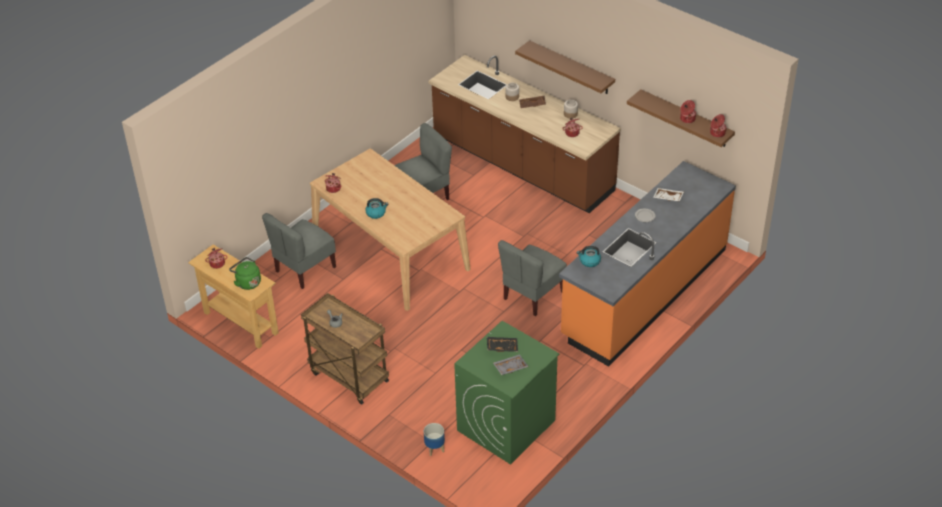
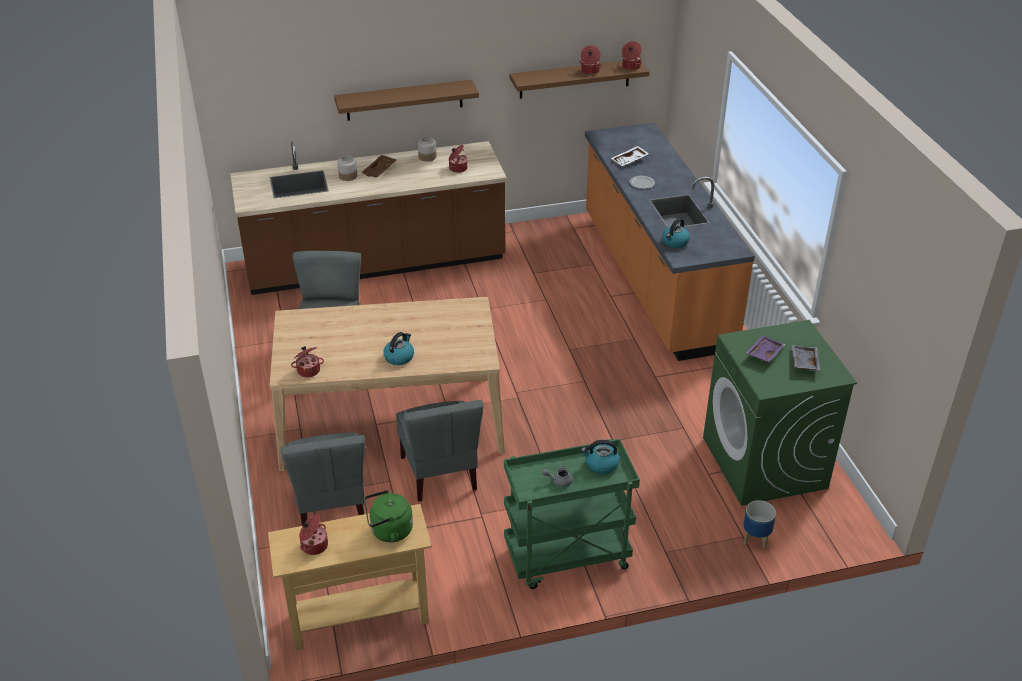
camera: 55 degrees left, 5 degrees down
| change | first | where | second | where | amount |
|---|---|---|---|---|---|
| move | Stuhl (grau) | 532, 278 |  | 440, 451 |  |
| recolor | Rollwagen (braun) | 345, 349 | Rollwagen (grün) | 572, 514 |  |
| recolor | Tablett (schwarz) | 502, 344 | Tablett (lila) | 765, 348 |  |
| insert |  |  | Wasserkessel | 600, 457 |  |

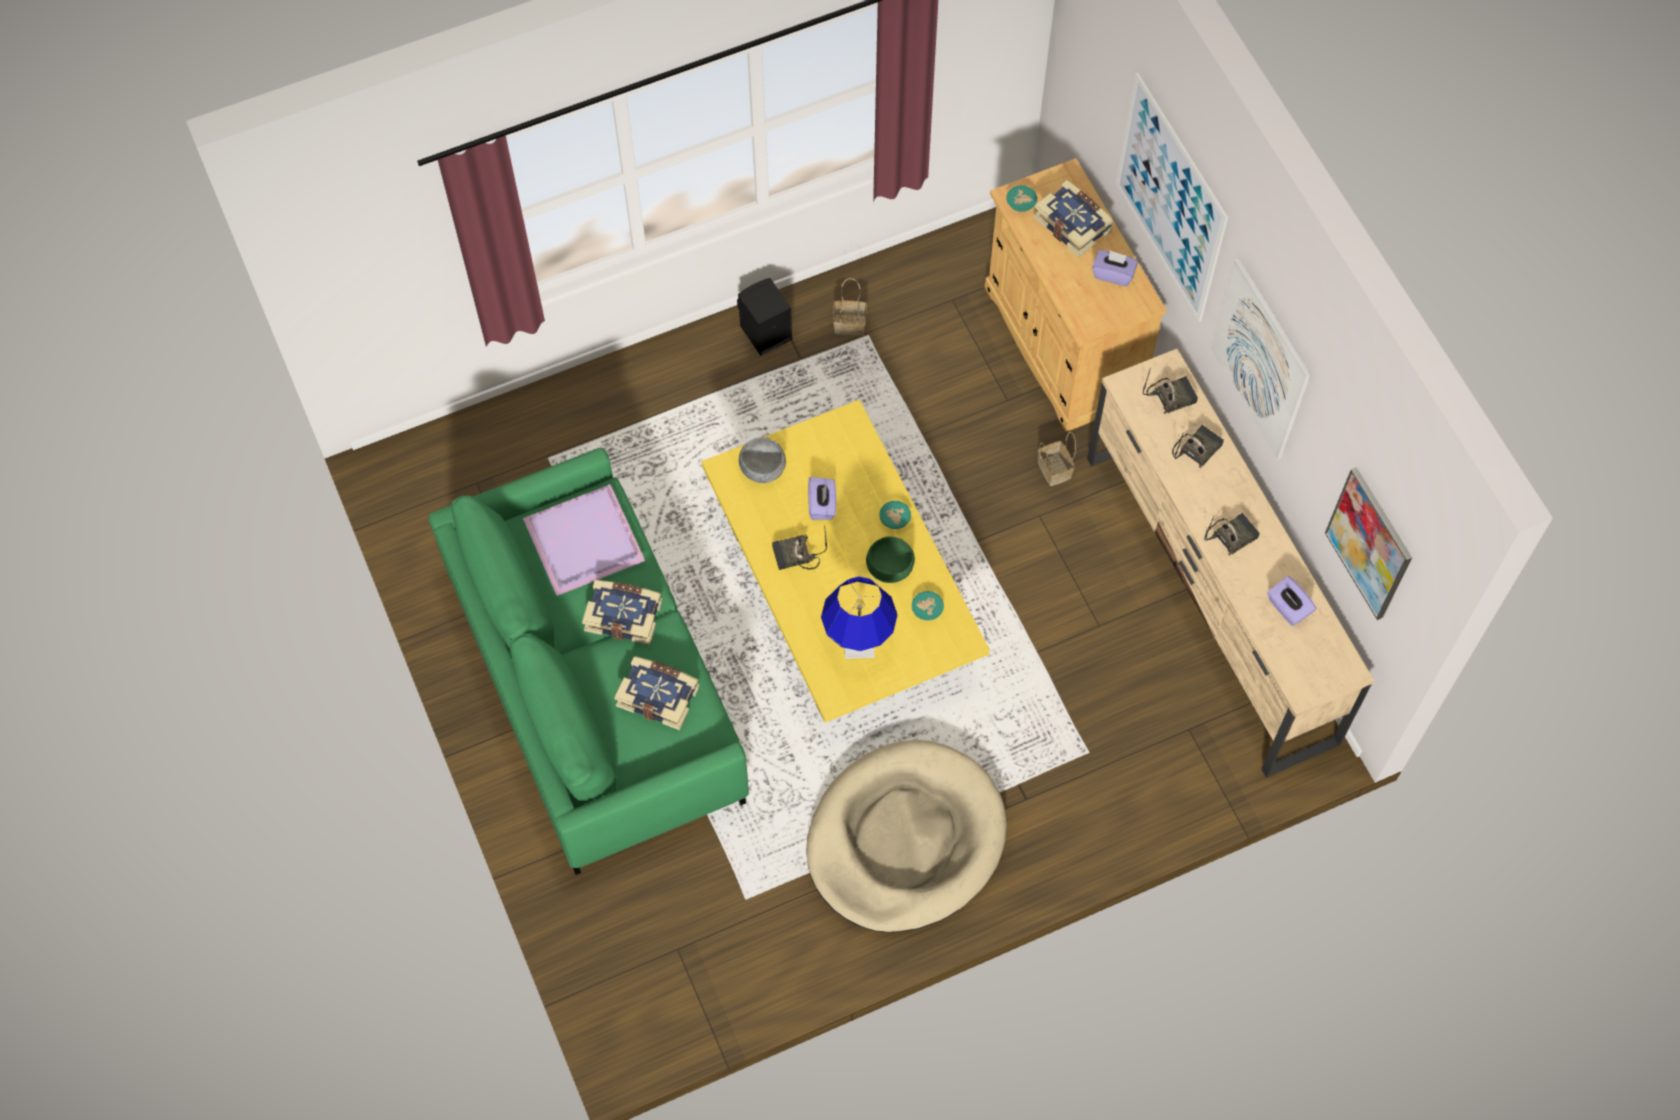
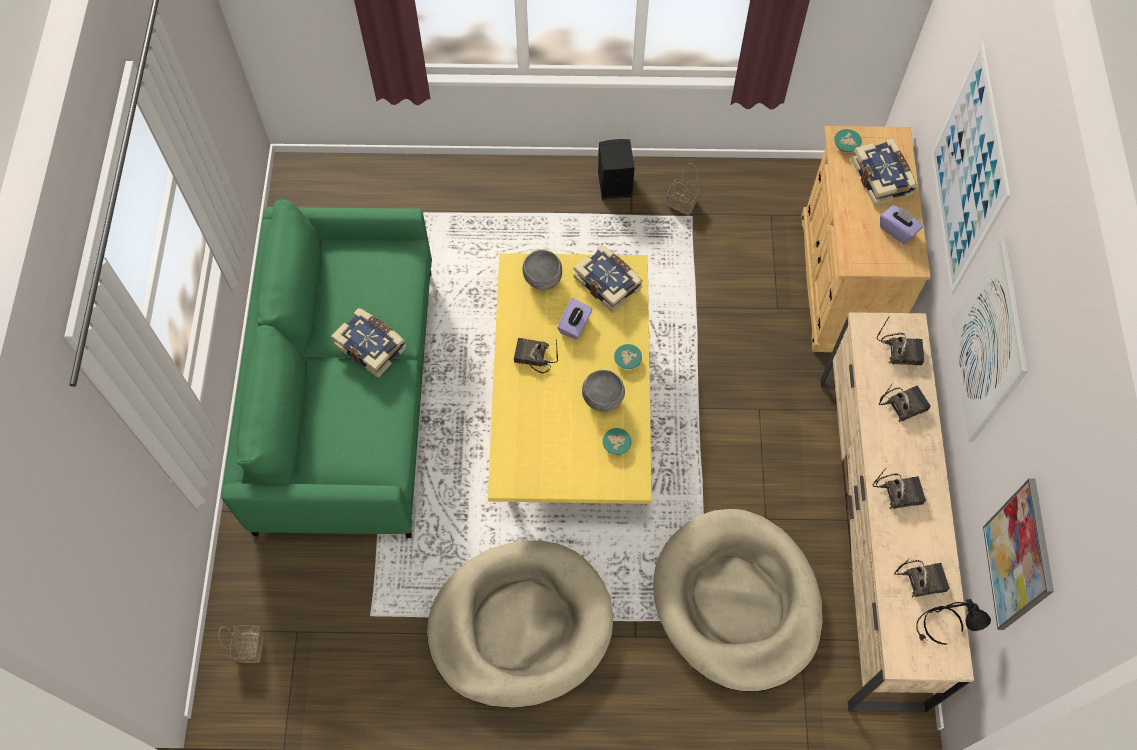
camera: 25 degrees right, 0 degrees up
| change | first | where | second | where | amount |
|---|---|---|---|---|---|
| move | Korb | 1057, 459 |  | 241, 644 |  |
| delete | Tablett (lila) | 584, 540 |  |  |  |
| recolor | Schüssel (grün) | 890, 559 | Schüssel (grau) | 603, 391 |  |
| delete | Tischlampe (blau) | 859, 617 |  |  |  |
| replace | Taschentuchbox (lila) | 1291, 601 | Radio | 922, 578 |  |
| move | Buch | 656, 693 |  | 608, 279 |  |
| insert |  |  | Hundebett (beige) | 738, 600 |  |
| insert |  |  | Tischlampe (schwarz) | 953, 622 |  |

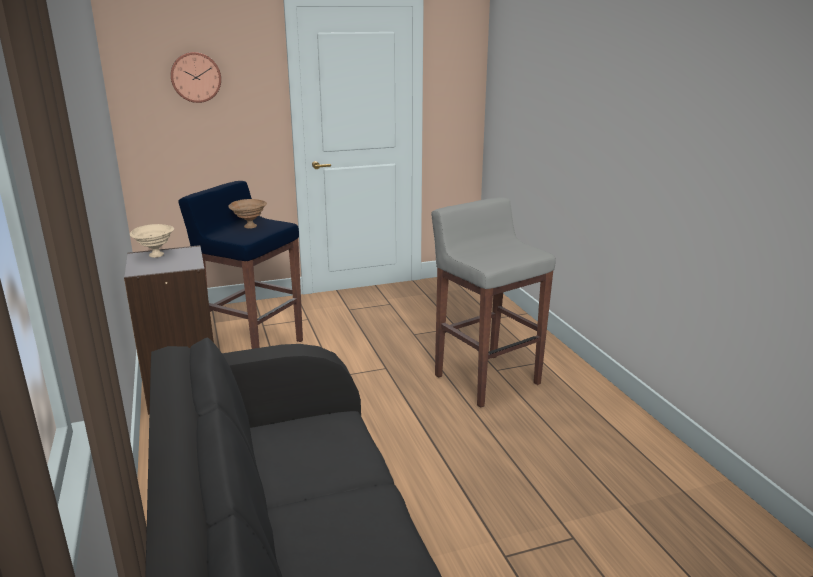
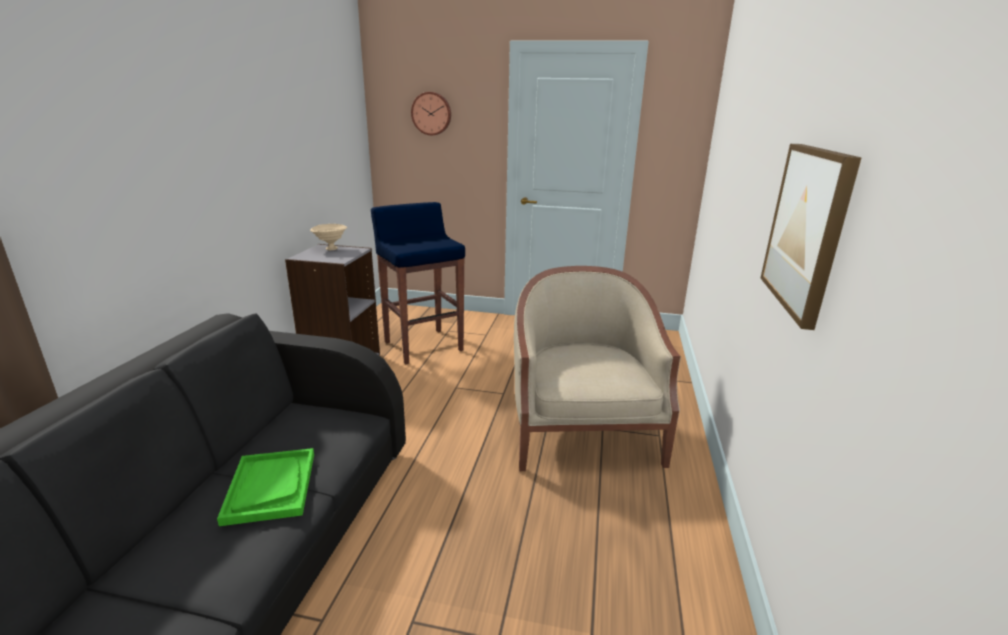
camera: 30 degrees right, 0 degrees up
| change | first | where | second | where | amount |
|---|---|---|---|---|---|
| replace | Hocker (grau) | 493, 302 | Sessel (beige) | 597, 368 |  |
| delete | Schüssel (braun) | 247, 214 |  |  |  |
| insert |  |  | Bild | 811, 237 |  |
| insert |  |  | Tablett (grün) | 265, 487 |  |

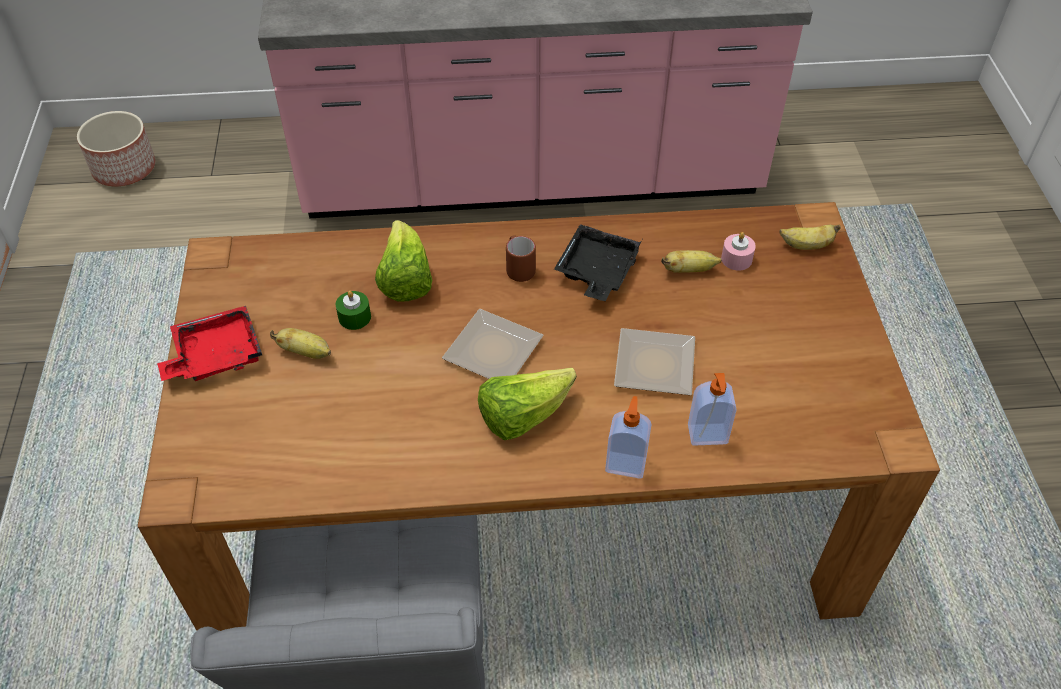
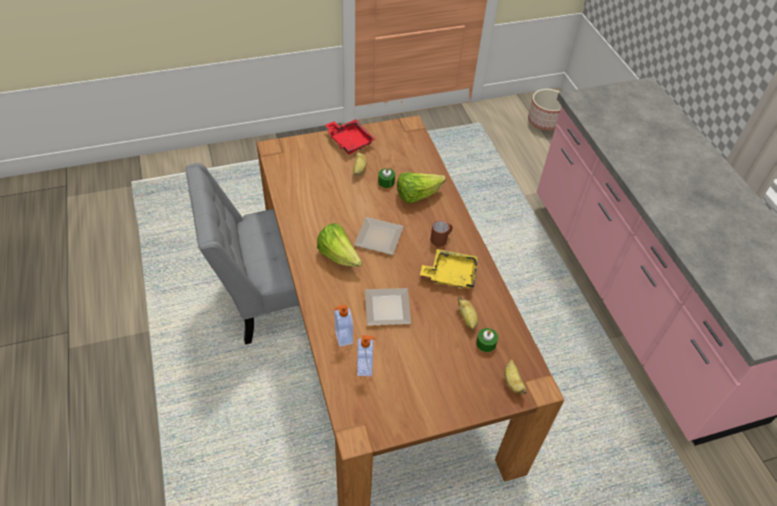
camera: 75 degrees right, 0 degrees up
| change | first | where | second | where | amount |
|---|---|---|---|---|---|
| recolor | Tablett (schwarz) | 598, 262 | Tablett (gelb) | 449, 269 |  |
| recolor | Kerze (rosa) | 738, 251 | Kerze (grün) | 487, 340 |  |
| move | Seifenspender | 628, 437 |  | 366, 355 |  |

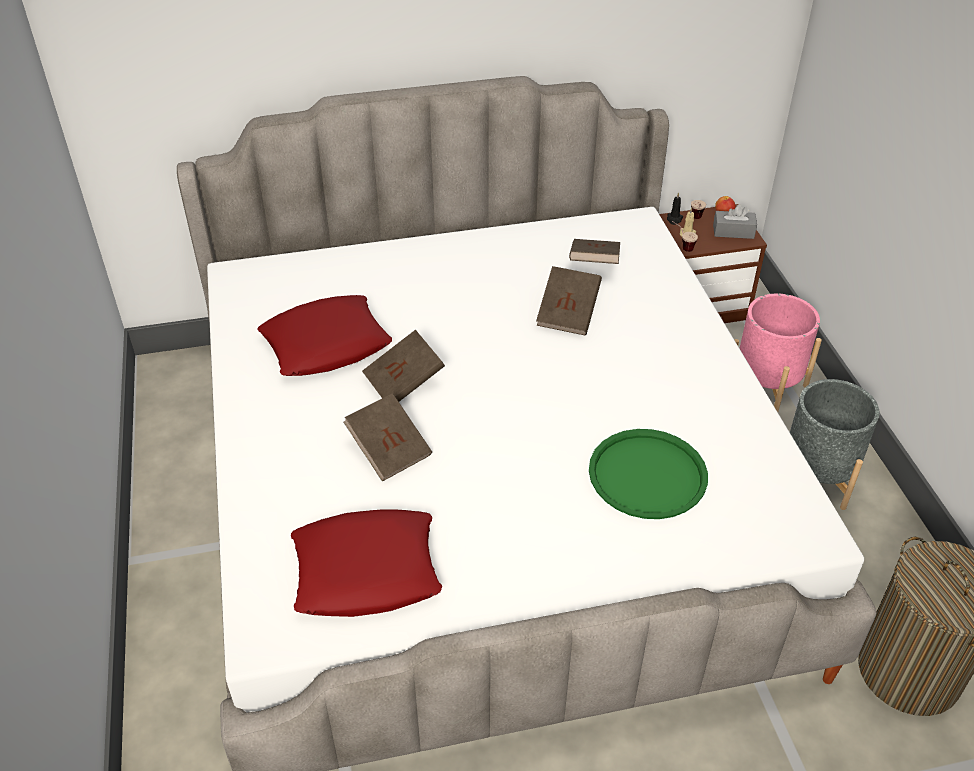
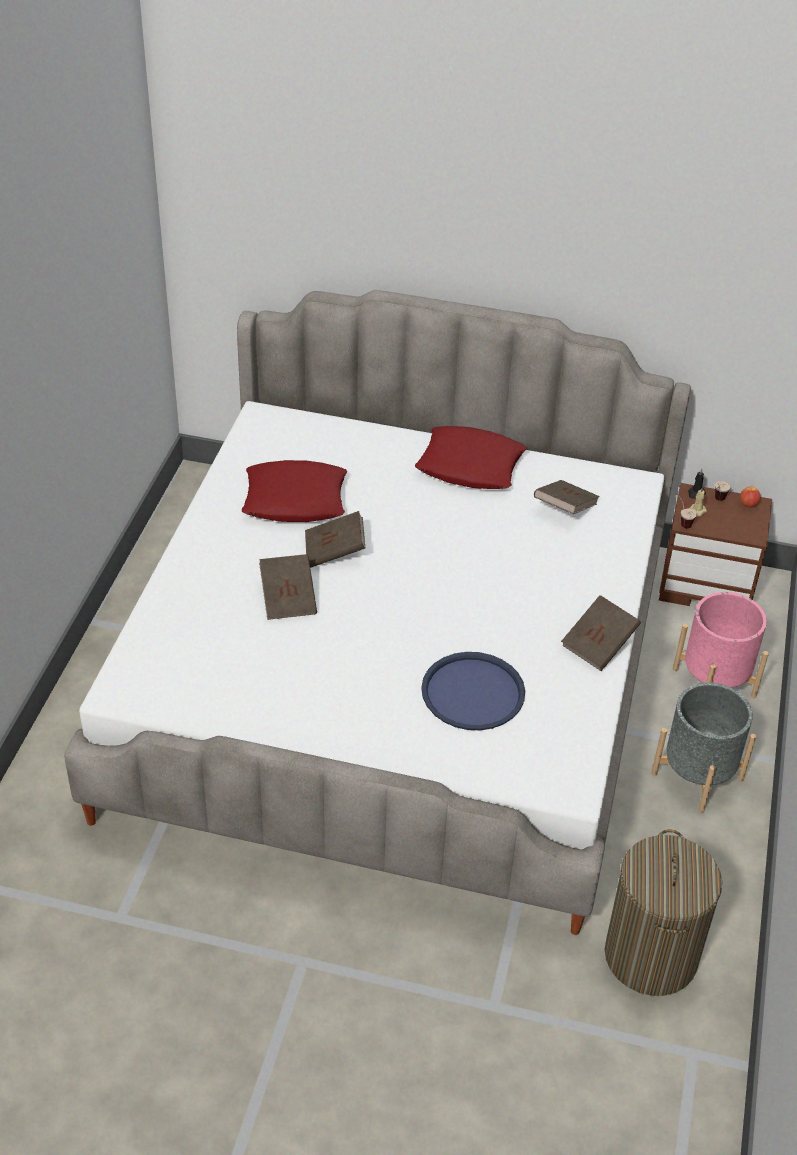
camera: 25 degrees right, 0 degrees up
| change | first | where | second | where | amount |
|---|---|---|---|---|---|
| delete | Taschentuchbox (grau) | 735, 221 |  |  |  |
| move | Buch (braun) | 569, 300 |  | 601, 633 |  |
| recolor | Tablett (grün) | 648, 474 | Tablett (blau) | 473, 691 |  |
| move | Kissen (rot) | 366, 563 |  | 471, 457 |  |

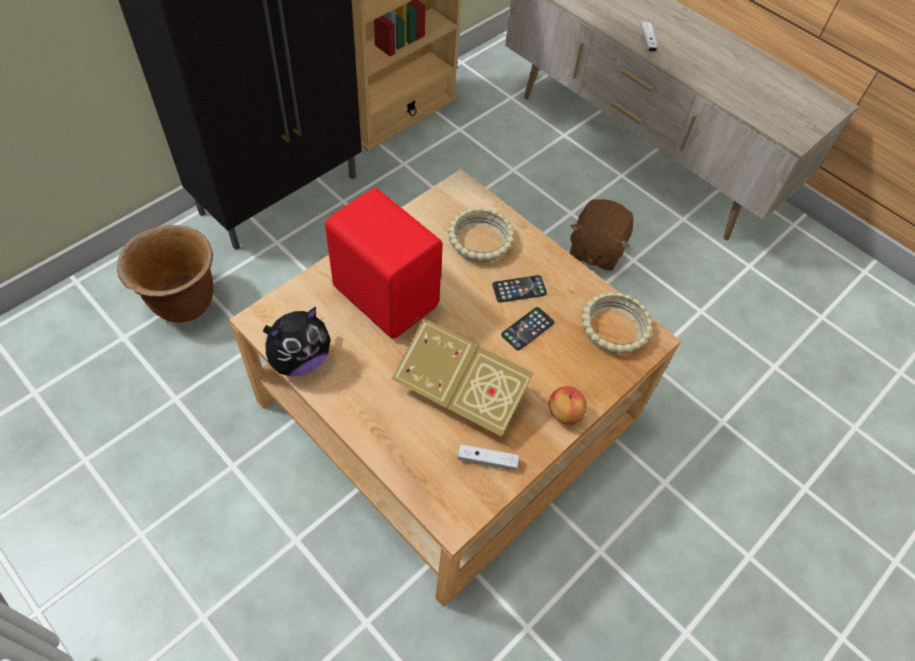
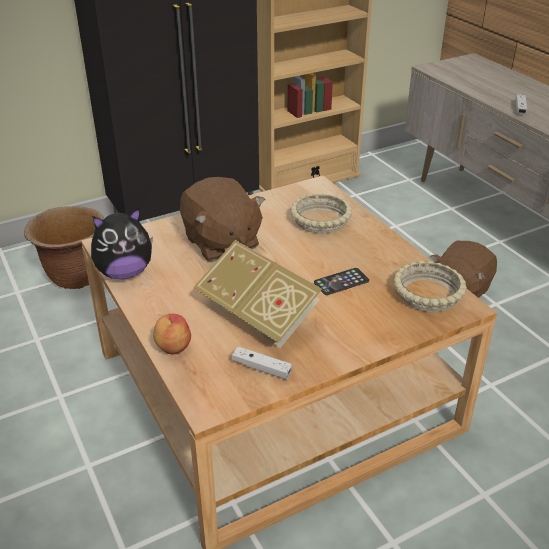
camera: 20 degrees right, 20 degrees down
| change | first | where | second | where | amount |
|---|---|---|---|---|---|
| replace | Lautsprecher (rot) | 384, 263 | Plüschtier (braun) | 222, 219 |  |
| delete | Handy | 519, 289 |  |  |  |
| move | Apfel | 568, 405 |  | 172, 334 |  |

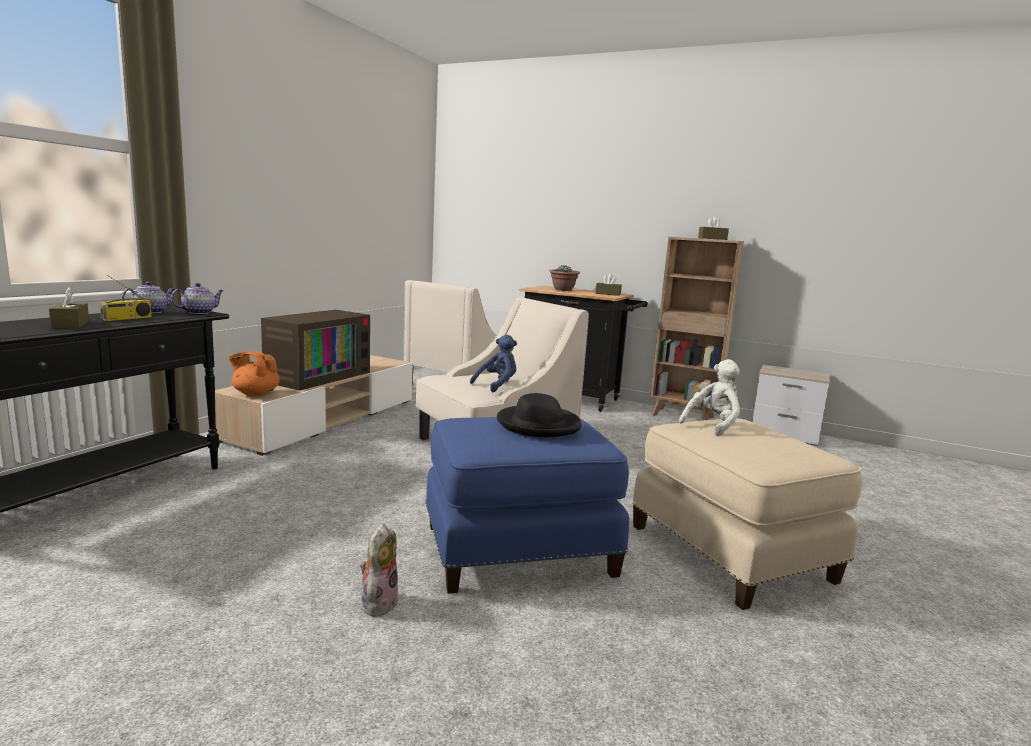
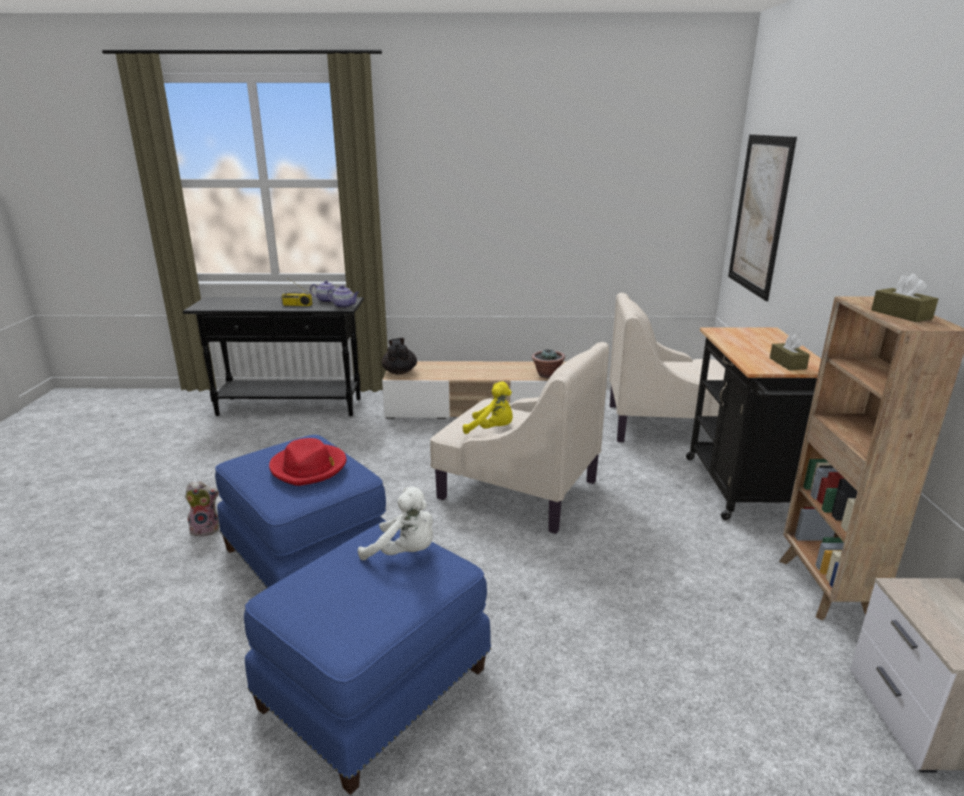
camera: 65 degrees right, 10 degrees up
| change | first | where | second | where | amount |
|---|---|---|---|---|---|
| move | Topfpflanze | 564, 278 |  | 548, 363 |  |
| delete | Taschentuchbox (braun) | 69, 307 |  |  |  |
| delete | Fernseher | 315, 350 |  |  |  |
| recolor | Plüschtier (blau) | 493, 363 | Plüschtier (gelb) | 488, 407 |  |
| recolor | Teekanne (orange) | 254, 373 | Teekanne (schwarz) | 399, 356 |  |
| recolor | Hut (schwarz) | 539, 415 | Hut (rot) | 307, 462 |  |
| recolor | Polsterhocker (beige) | 747, 514 | Polsterhocker (blau) | 367, 659 |  |
| insert |  |  | Bild | 762, 217 |  |

